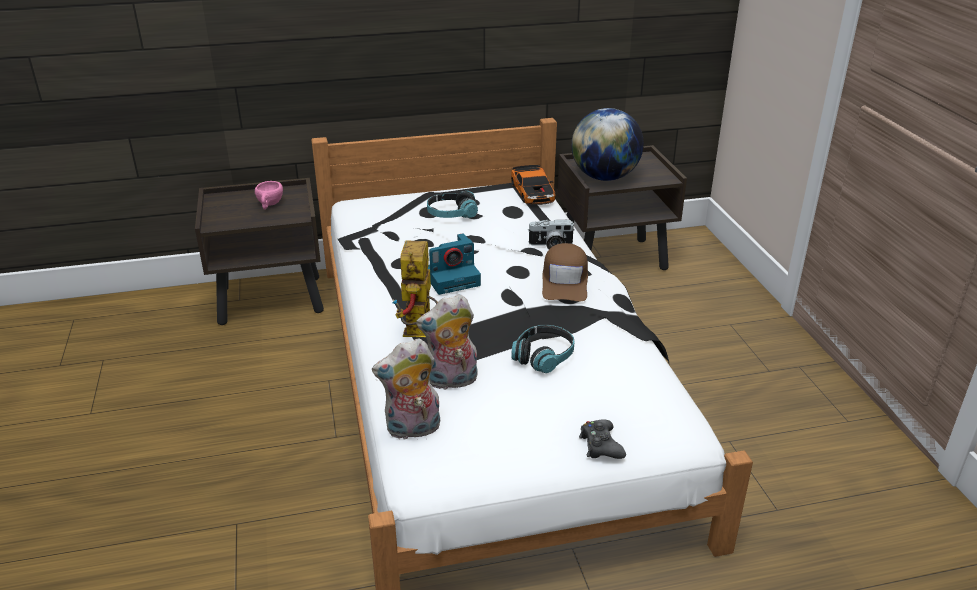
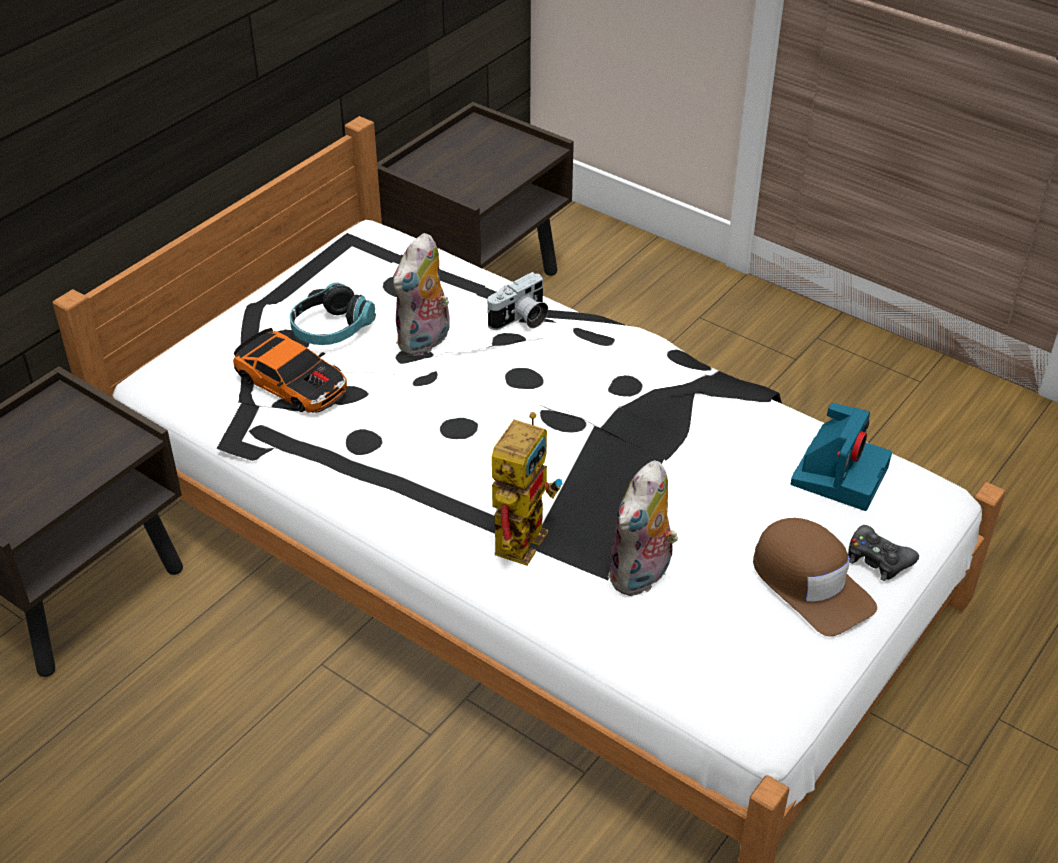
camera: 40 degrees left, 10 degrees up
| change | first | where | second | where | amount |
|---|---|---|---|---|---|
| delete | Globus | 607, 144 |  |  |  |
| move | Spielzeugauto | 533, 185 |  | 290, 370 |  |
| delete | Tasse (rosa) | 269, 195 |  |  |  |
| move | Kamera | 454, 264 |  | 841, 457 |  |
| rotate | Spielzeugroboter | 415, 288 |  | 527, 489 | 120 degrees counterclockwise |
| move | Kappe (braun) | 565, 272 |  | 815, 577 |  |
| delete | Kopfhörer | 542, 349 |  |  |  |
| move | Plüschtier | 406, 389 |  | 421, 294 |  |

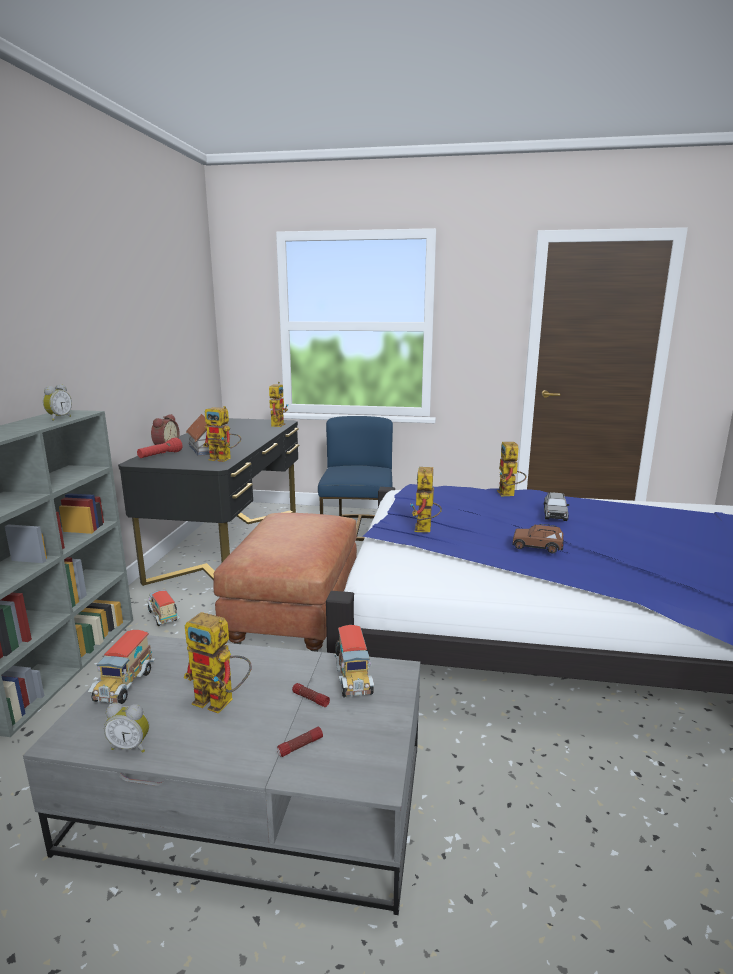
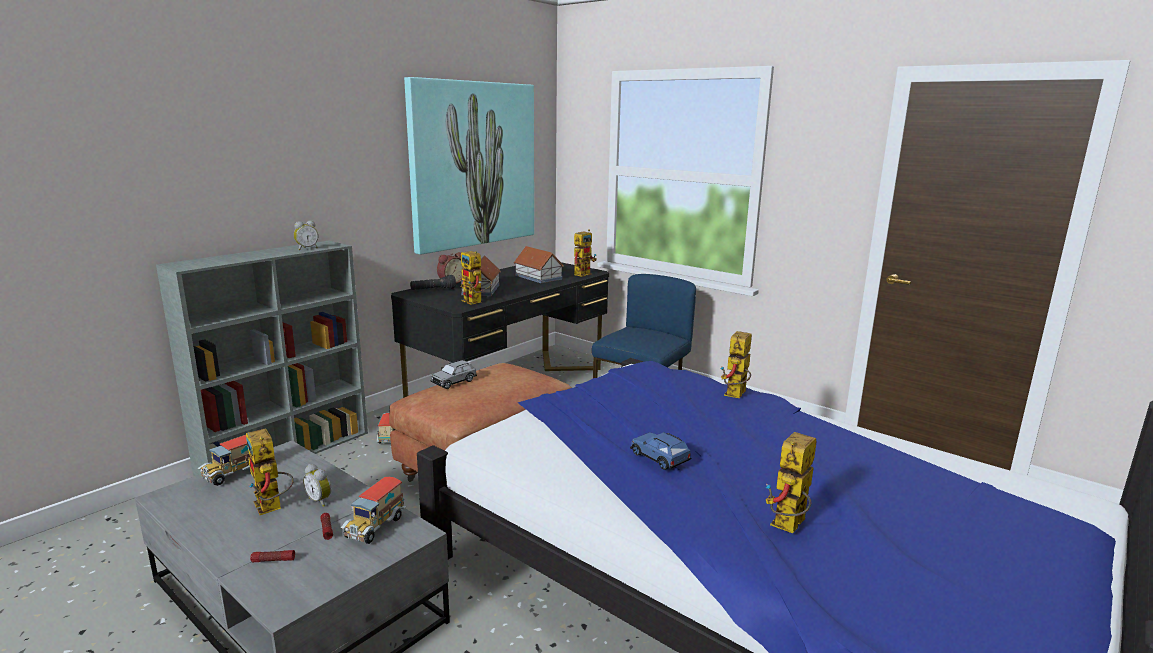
camera: 30 degrees right, 0 degrees up
| change | first | where | second | where | amount |
|---|---|---|---|---|---|
| recolor | Taschenlampe (rot) | 160, 447 | Taschenlampe (schwarz) | 433, 282 |  |
| move | Spielzeugroboter | 426, 499 |  | 791, 482 |  |
| move | Spielzeugauto (grau) | 556, 506 |  | 454, 374 |  |
| recolor | Spielzeugauto (braun) | 538, 538 | Spielzeugauto (blau) | 660, 451 |  |
| move | Wecker | 126, 727 |  | 317, 485 |  |
| insert |  |  | Bild | 469, 166 |  |
| insert |  |  | Spielzeughaus | 539, 264 |  |

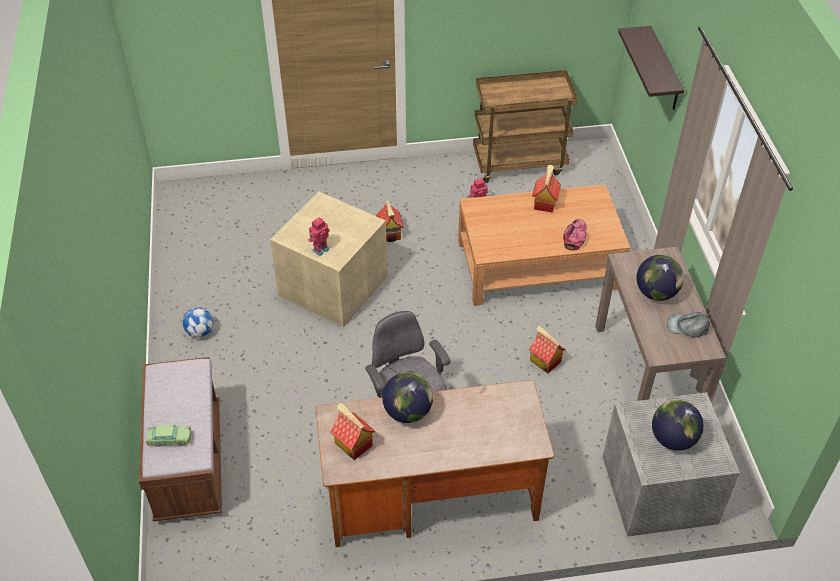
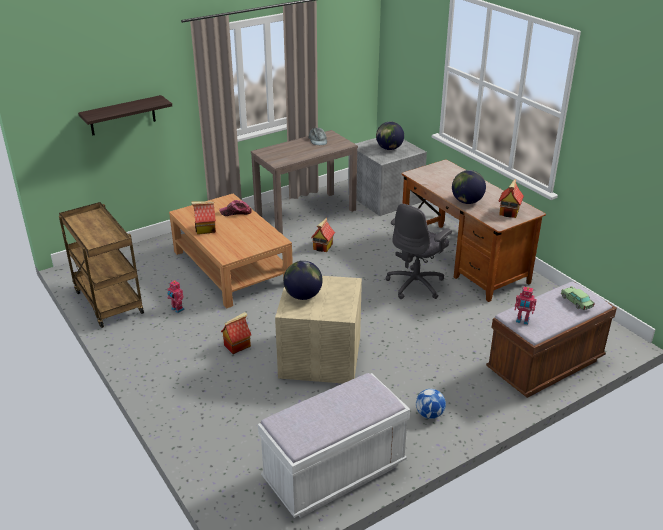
camera: 115 degrees left, 15 degrees down
| change | first | where | second | where | amount |
|---|---|---|---|---|---|
| move | Spielzeugroboter | 319, 236 |  | 525, 306 |  |
| move | Globus | 660, 278 |  | 303, 280 |  |
| insert |  |  | Bank (weiß) | 334, 445 |  |

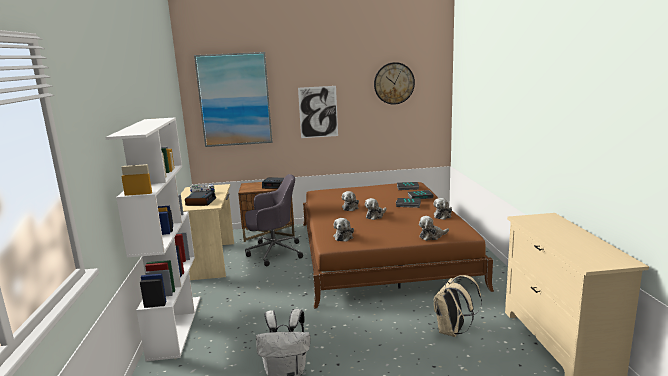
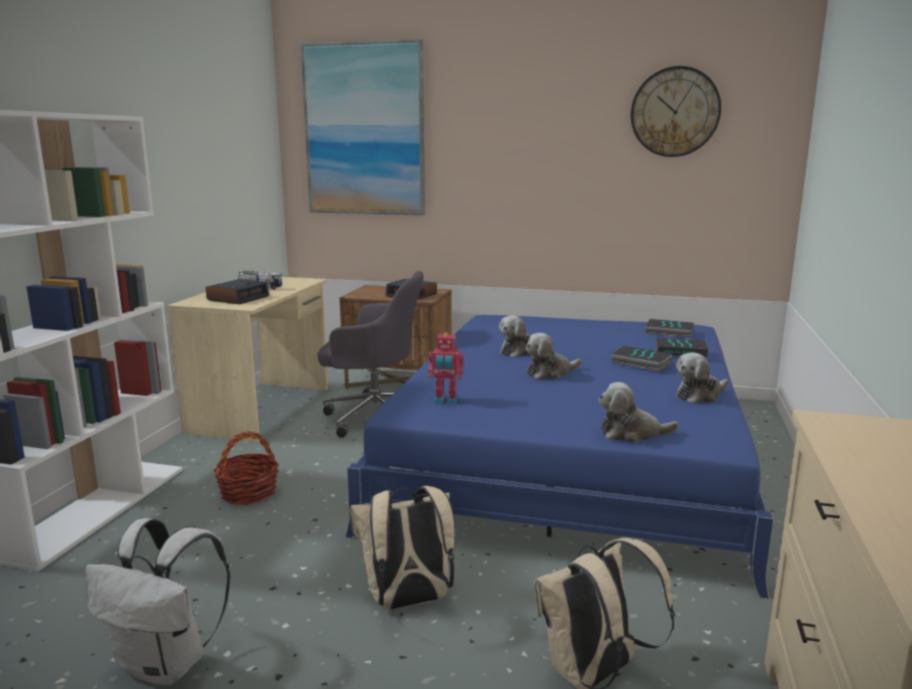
camera: 20 degrees right, 0 degrees up
| change | first | where | second | where | amount |
|---|---|---|---|---|---|
| delete | Bild | 318, 112 |  |  |  |
| recolor | Bett (braun) | 398, 245 | Bett (blau) | 559, 456 |  |
| replace | Plüschtier | 343, 230 | Spielzeugroboter | 446, 368 |  |
| insert |  |  | Korb | 246, 468 |  |
| insert |  |  | Rucksack (beige) | 403, 548 |  |

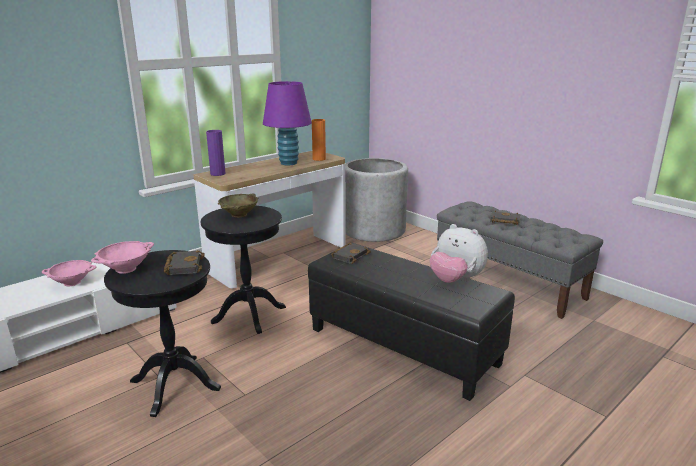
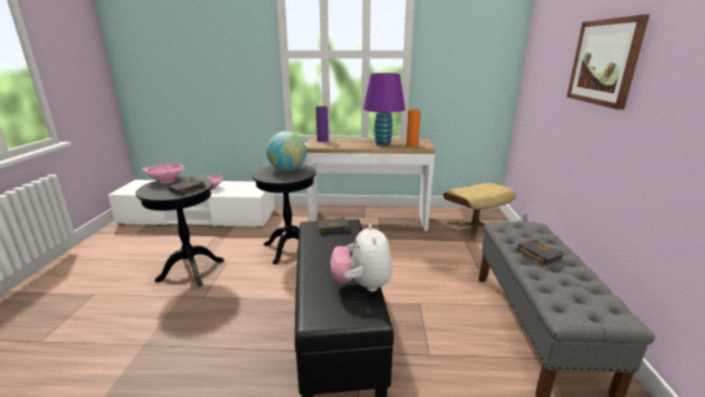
camera: 45 degrees right, 0 degrees up
| change | first | where | second | where | amount |
|---|---|---|---|---|---|
| replace | Pflanzkübel (grau) | 376, 200 | Polsterhocker (beige) | 479, 211 |  |
| replace | Schüssel (beige) | 238, 206 | Globus | 286, 151 |  |
| insert |  |  | Bild | 608, 62 |  |

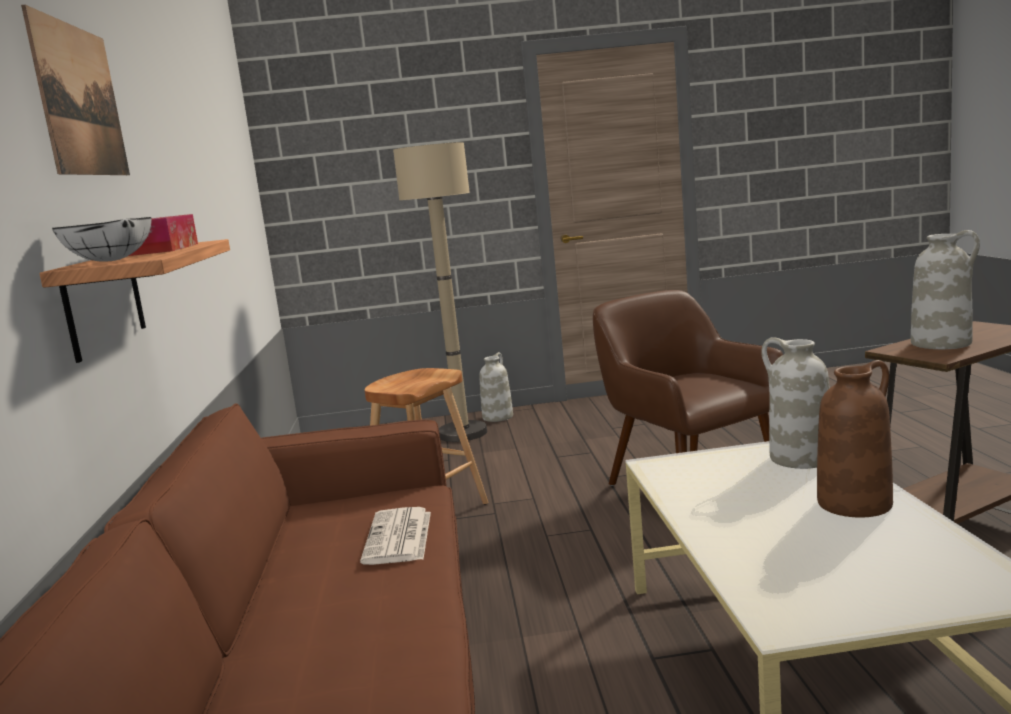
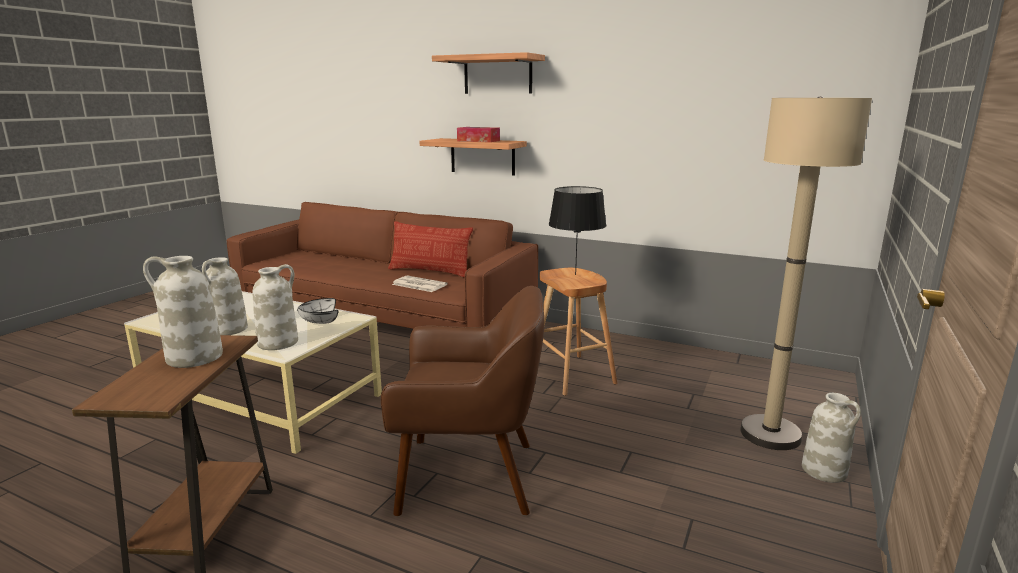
camera: 120 degrees right, 5 degrees up
| change | first | where | second | where | amount |
|---|---|---|---|---|---|
| replace | Bild | 75, 90 | Wandregal | 488, 73 |  |
| move | Schüssel (weiß) | 102, 239 |  | 317, 311 |  |
| recolor | Vase (braun) | 855, 439 | Vase (weiß) | 225, 296 |  |
| insert |  |  | Tischlampe (schwarz) | 577, 230 |  |
| insert |  |  | Kissen | 430, 249 |  |

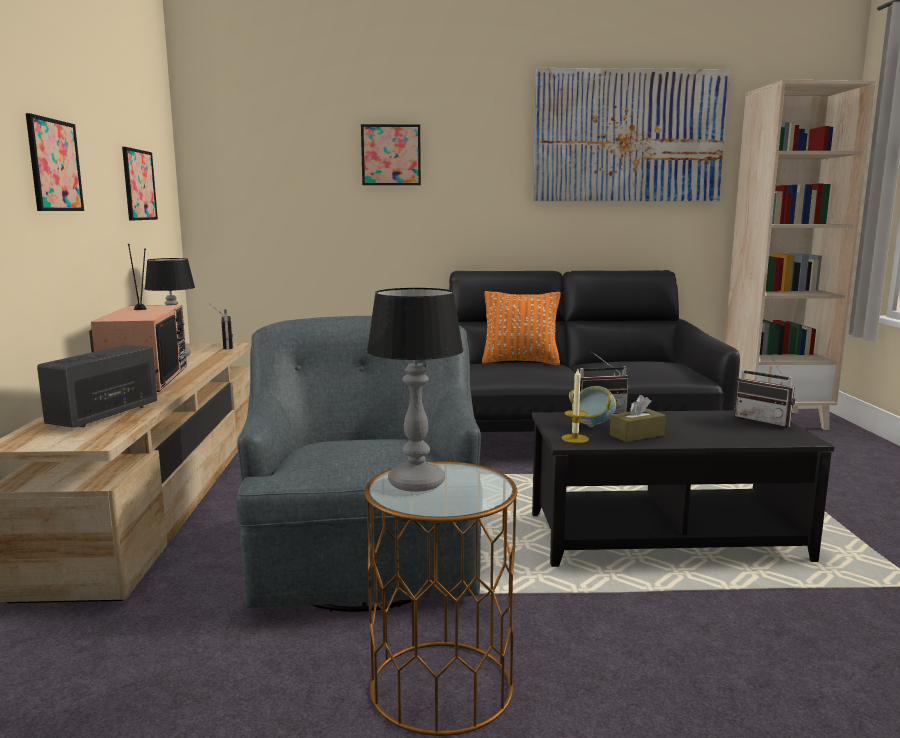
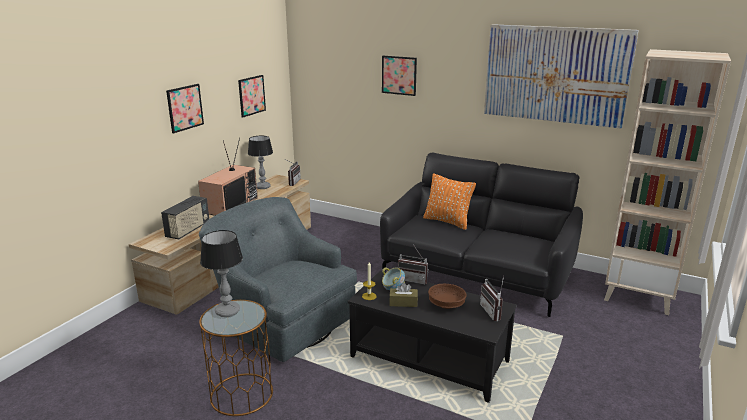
camera: 30 degrees right, 10 degrees up
| change | first | where | second | where | amount |
|---|---|---|---|---|---|
| rotate | Sessel (grau) | 358, 464 |  | 278, 279 | 75 degrees counterclockwise |
| rotate | Radio | 97, 386 |  | 185, 217 | 150 degrees clockwise |
| insert |  |  | Schüssel (braun) | 447, 296 |  |

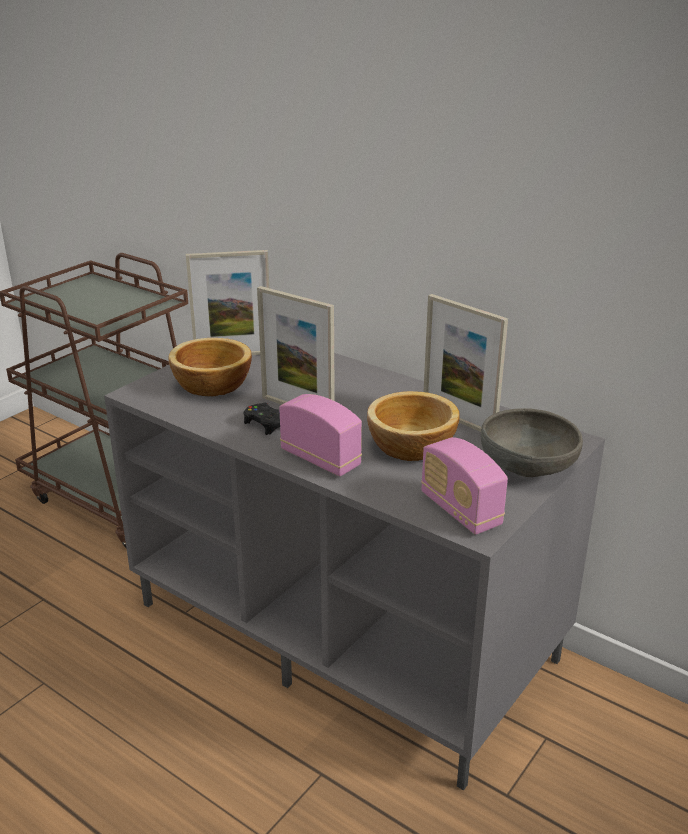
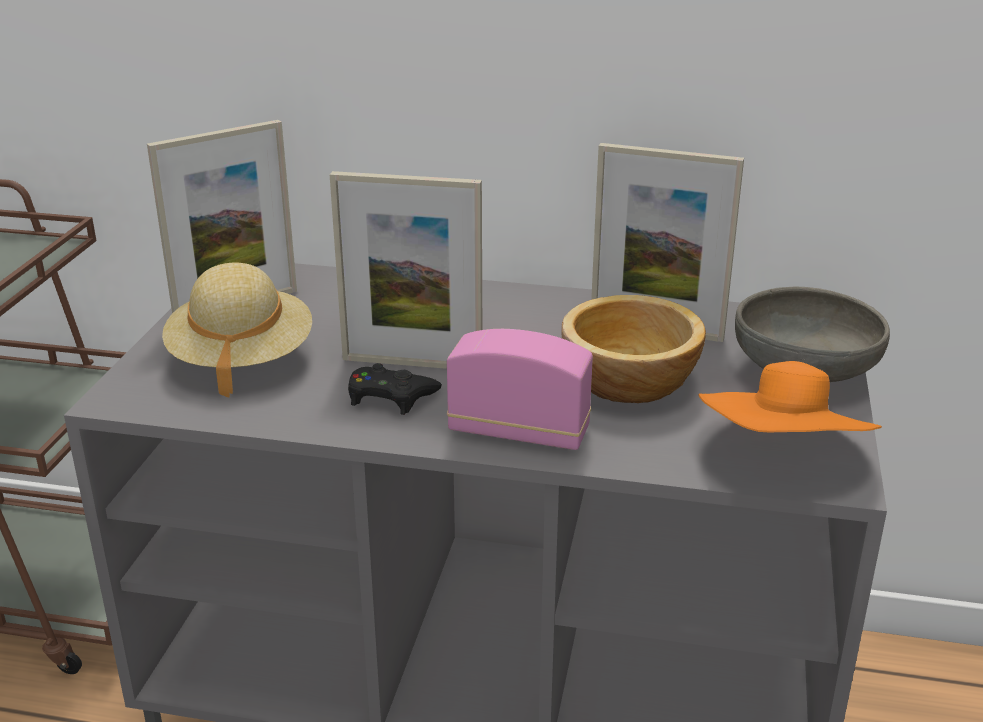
camera: 25 degrees left, 0 degrees up
| change | first | where | second | where | amount |
|---|---|---|---|---|---|
| replace | Schüssel | 210, 367 | Hut (beige) | 237, 330 |  |
| replace | Radio | 464, 486 | Hut (orange) | 790, 396 |  |

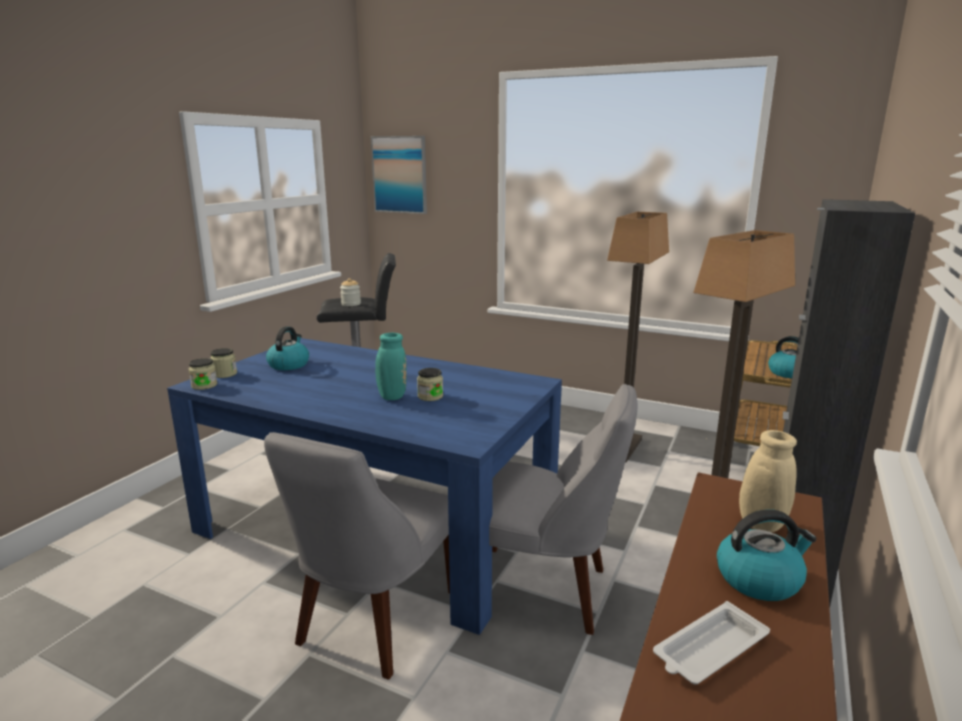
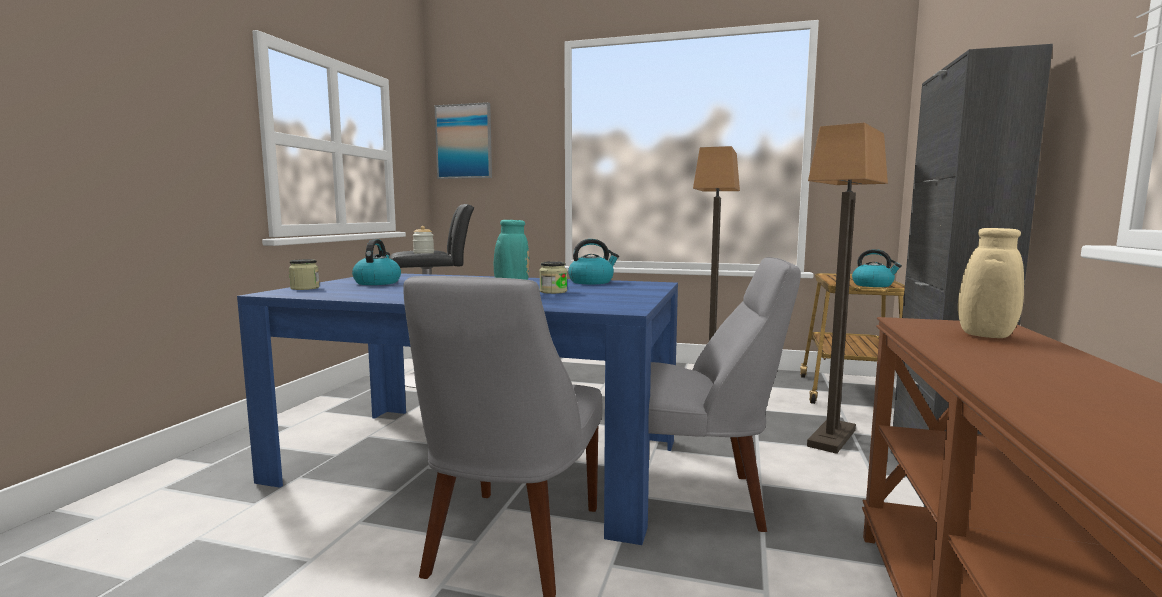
camera: 10 degrees left, 10 degrees down
| change | first | where | second | where | amount |
|---|---|---|---|---|---|
| delete | Vorratsglas | 203, 374 |  |  |  |
| move | Wasserkessel | 766, 555 |  | 593, 261 |  |
| delete | Tablett (weiß) | 711, 643 |  |  |  |

